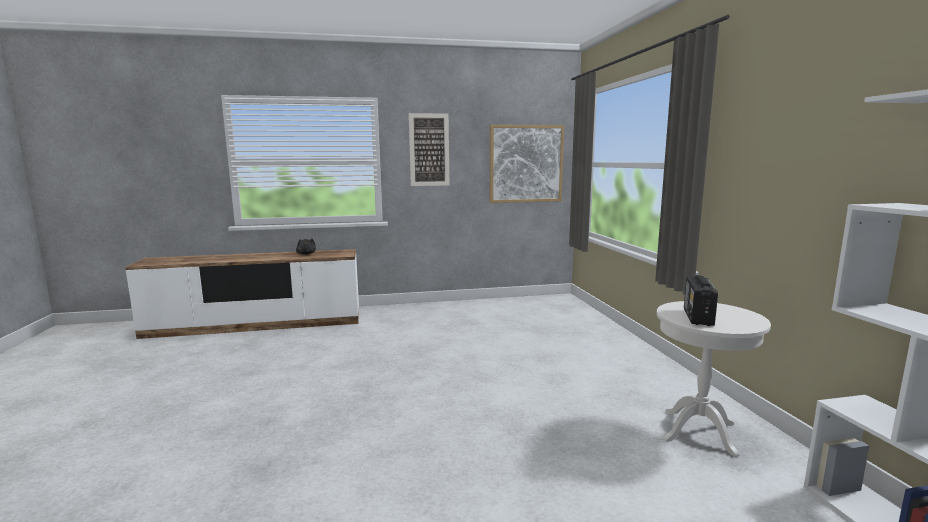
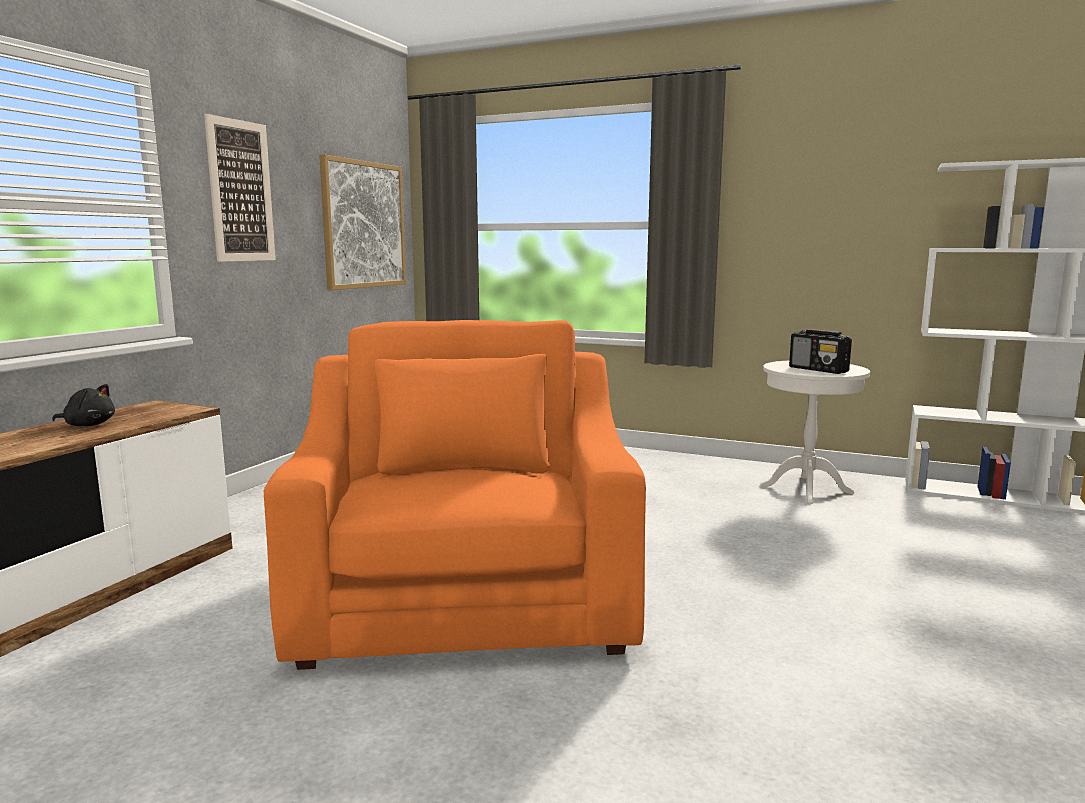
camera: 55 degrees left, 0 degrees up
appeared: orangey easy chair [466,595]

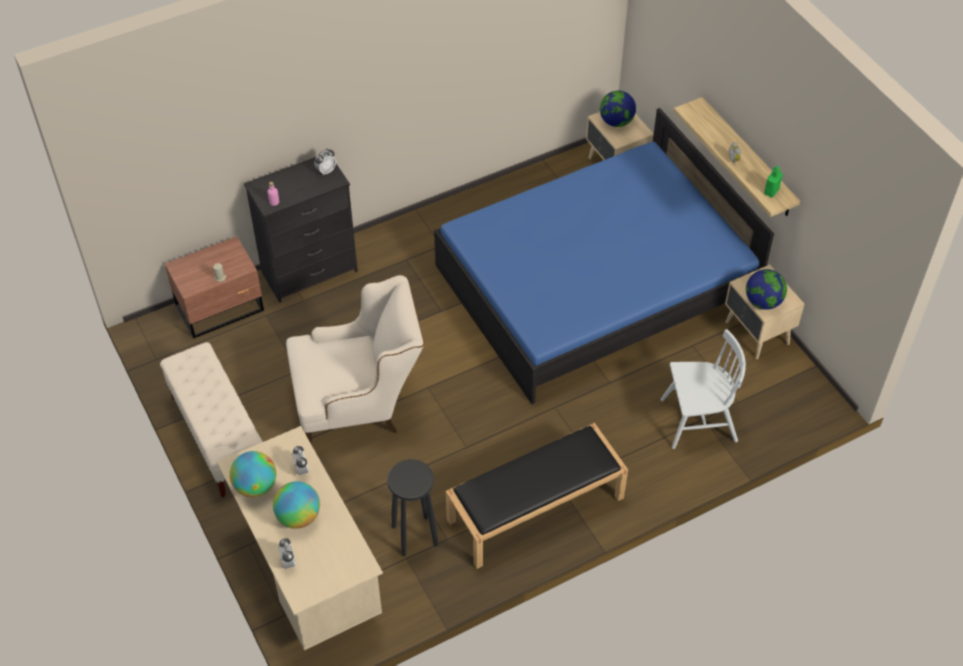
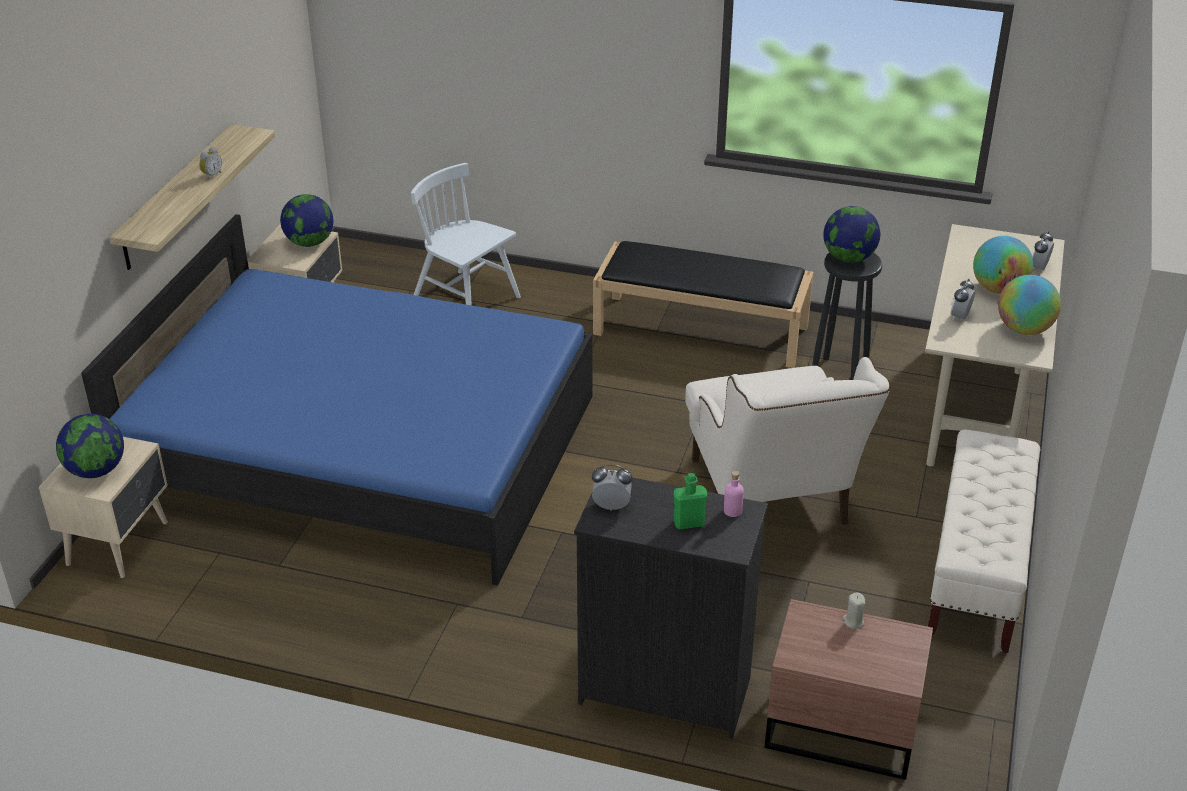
camera: 135 degrees left, 15 degrees down
appeared: globe [849,258]
relocated: greenish beverage bottle [771,191] to [689,523]
spun: beige easy chair [359,404] = [773,503] 135 degrees counterclockwise

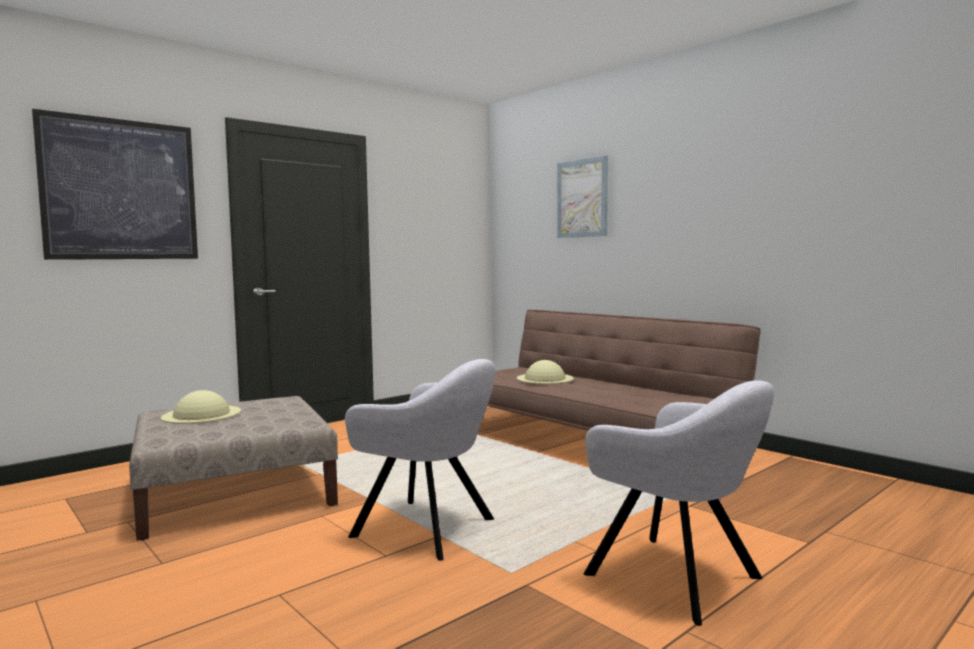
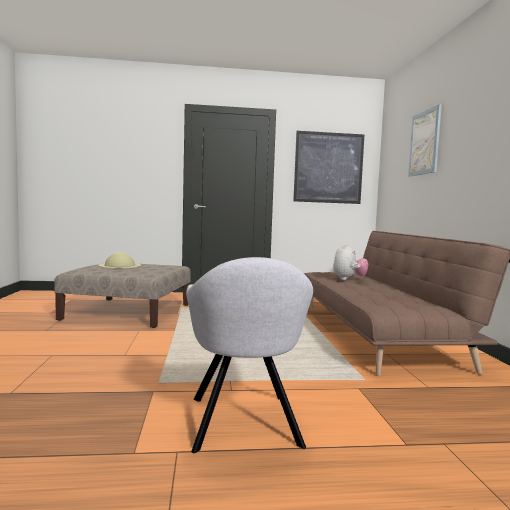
camera: 35 degrees right, 0 degrees up
missing: gray easy chair [429,529]
relocated: picture [121,190] to [328,168]
exchanged: beige clothing hat [545,378] to cuddly toy [348,279]

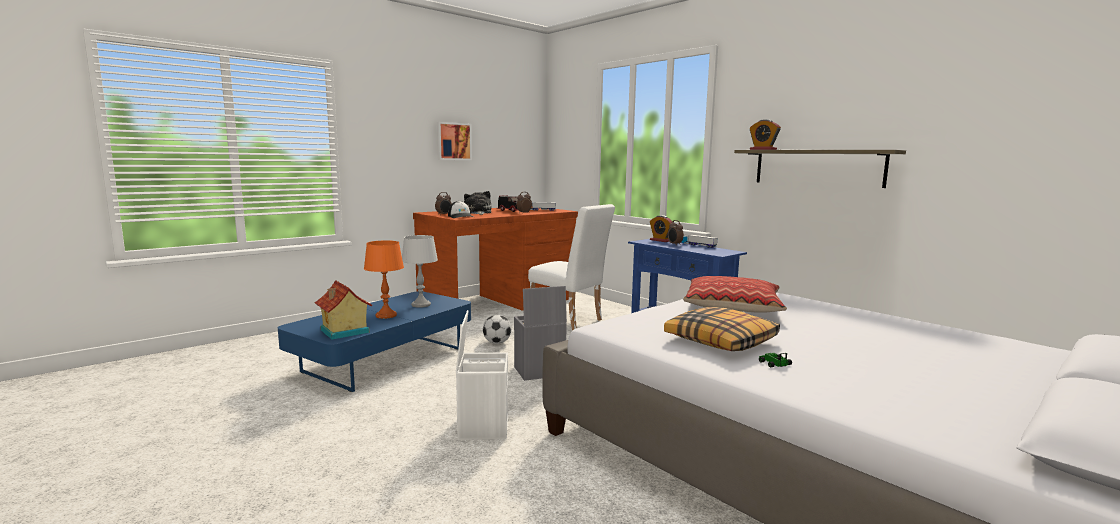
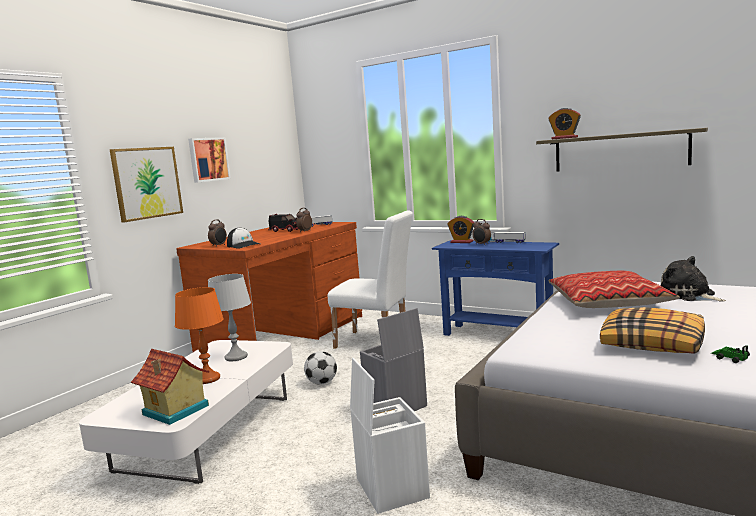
camera: 15 degrees left, 0 degrees up
appeared: picture [147,183]
relocated: cuddly toy [478,212] to [689,295]
colour: bluish low table [385,360] to white-coloured low table [208,432]

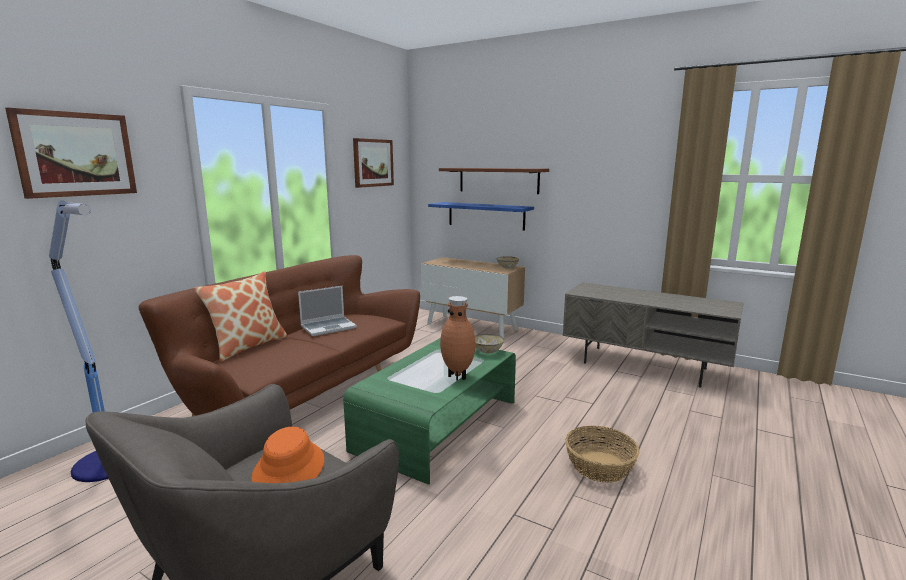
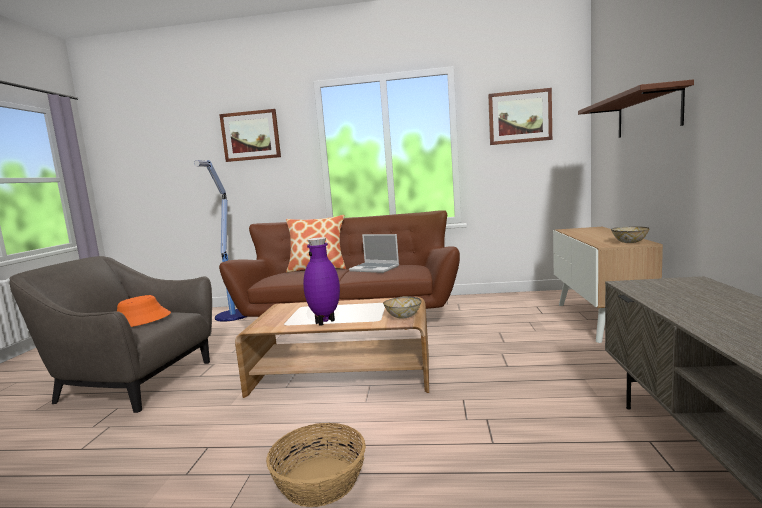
camera: 65 degrees right, 5 degrees down
missing: bluish wall shelf [486,215]
colour: greenish low table [438,425] to brown-coloured low table [343,373]; brown-coloured decorative vase [458,376] to purple decorative vase [326,322]

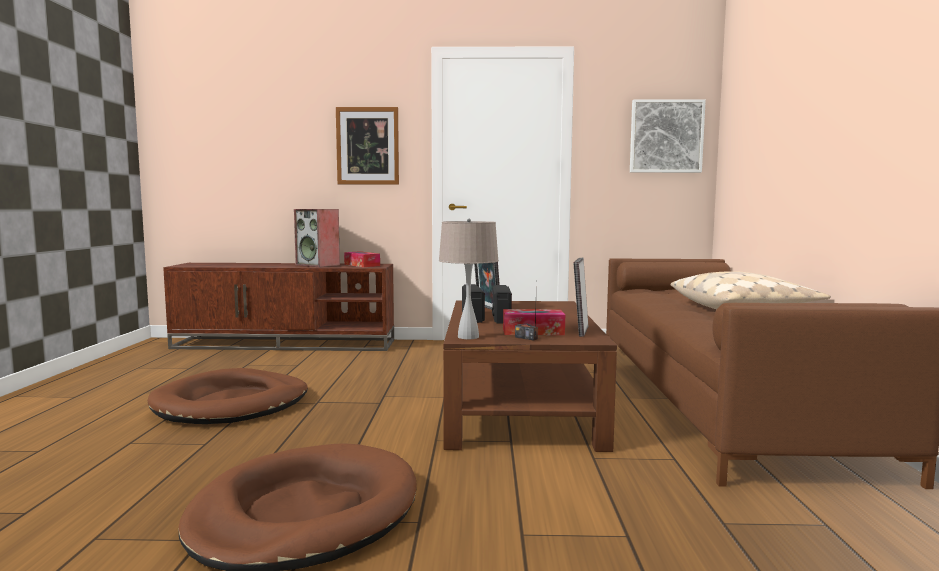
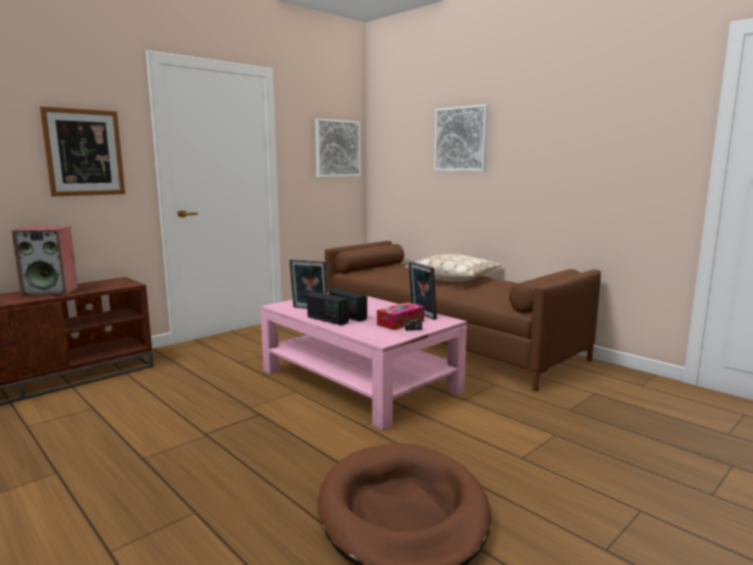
camera: 45 degrees left, 5 degrees up
missing: brown-coloured dog bed [232,403]; tissue box [362,265]; beige tabletop lamp [468,337]
appeared: picture [461,139]
colour: brown-coloured low table [520,406] to pink low table [359,380]

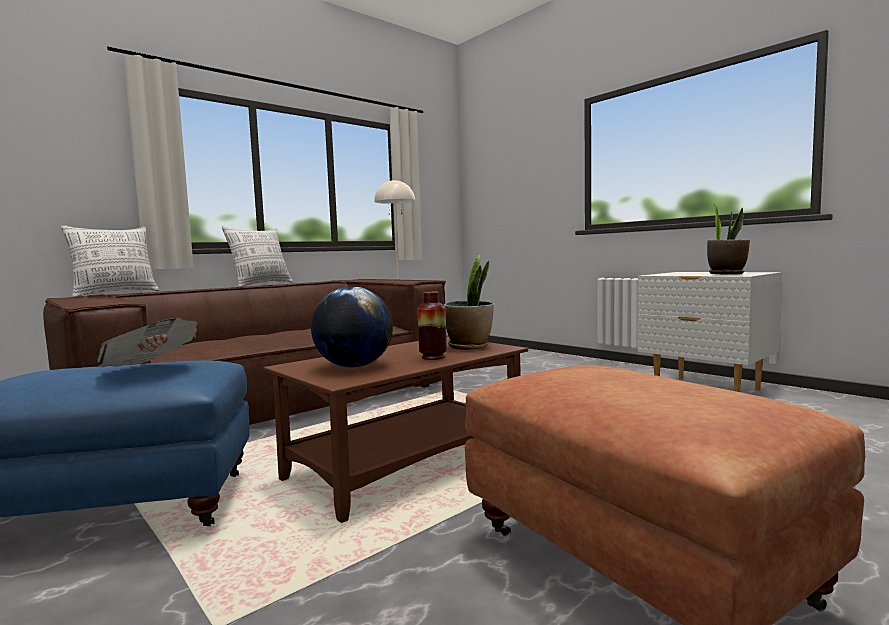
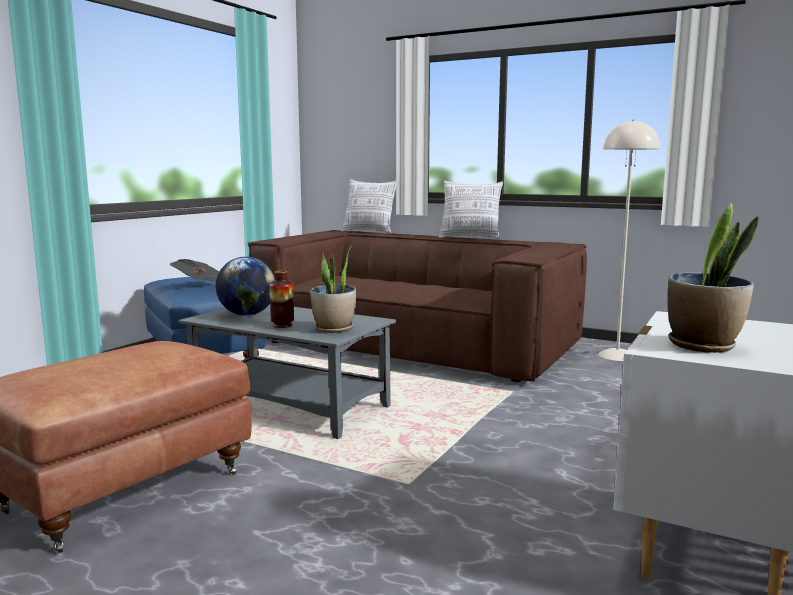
camera: 70 degrees right, 5 degrees up
colour: brown-coloured low table [408,463] to gray low table [292,406]

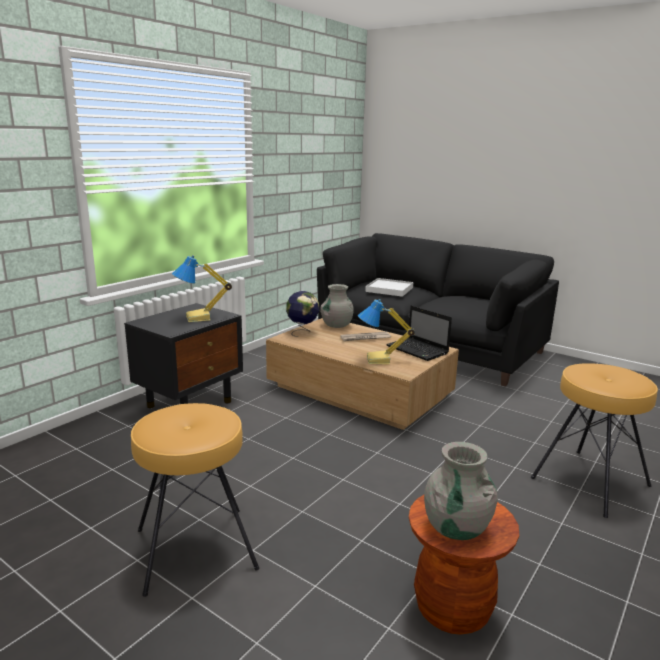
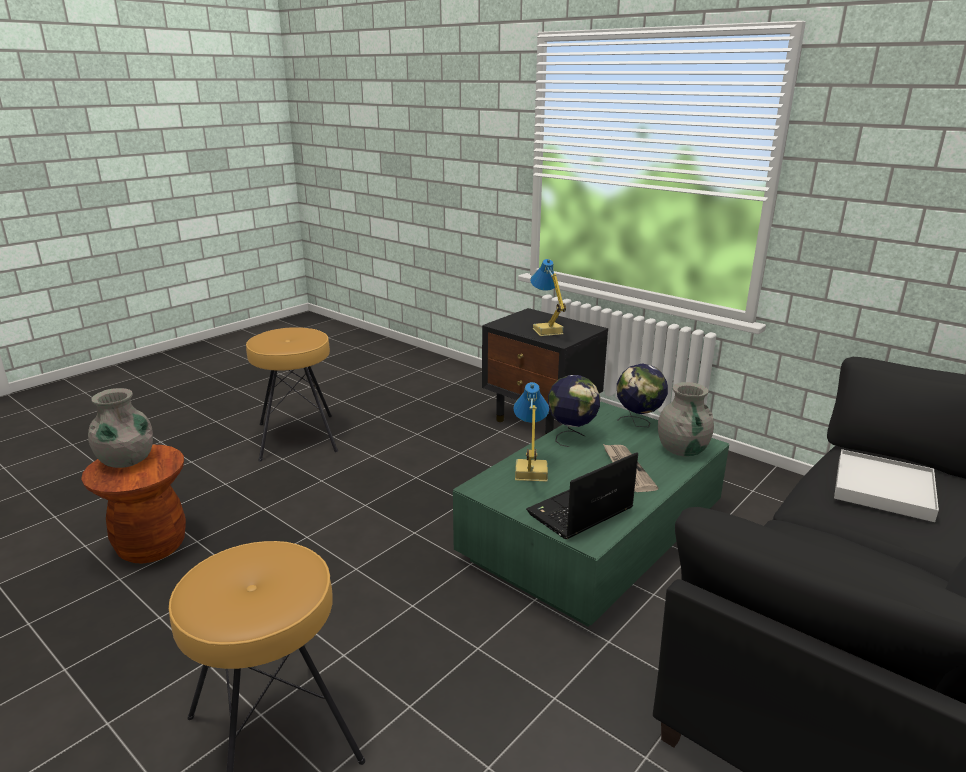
camera: 95 degrees right, 5 degrees up
appeared: globe [571,436]
colour: brown-coloured low table [359,391] to greenish low table [593,534]

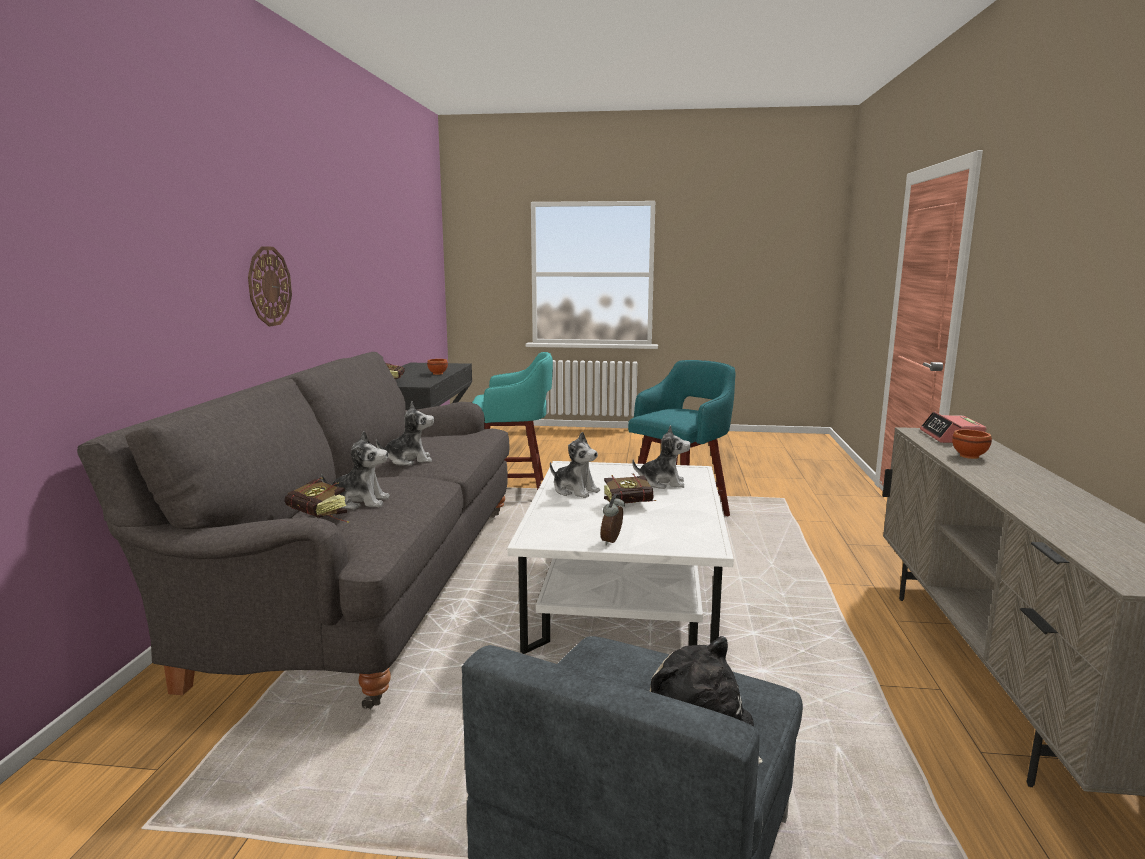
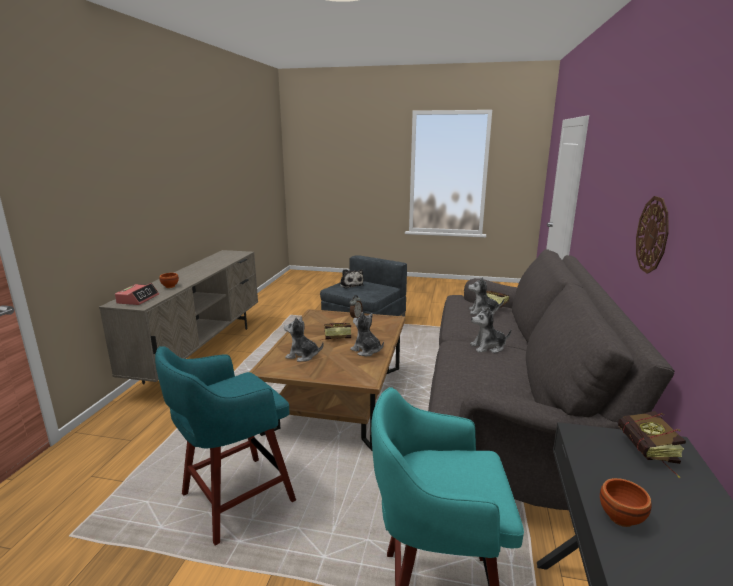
camera: 175 degrees left, 5 degrees up
colour: white-coloured low table [624,595] to brown-coloured low table [338,398]

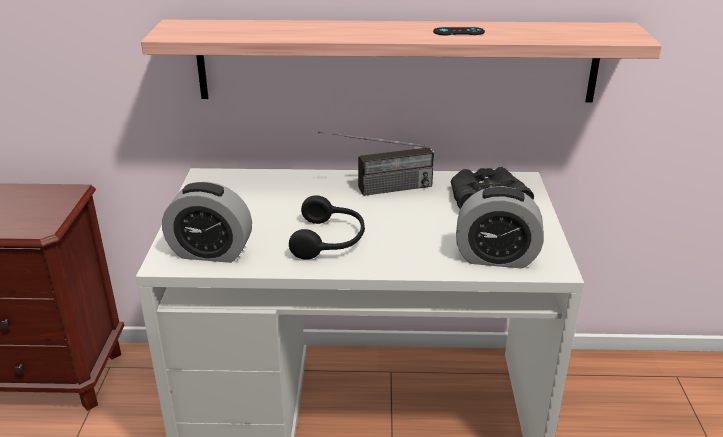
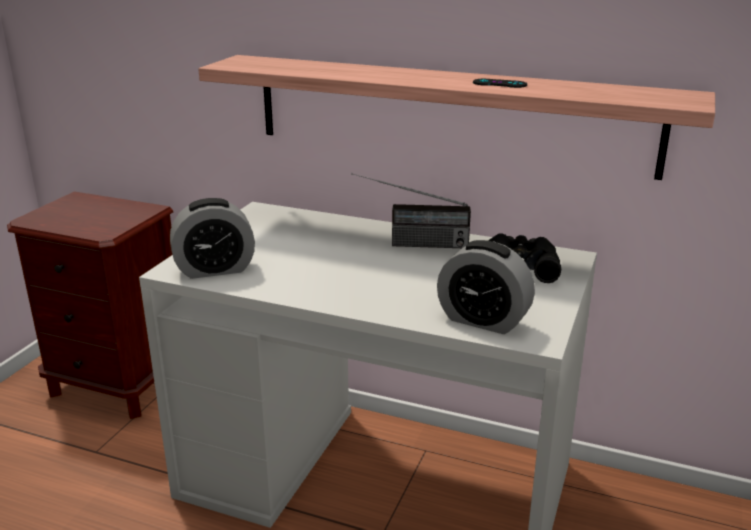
camera: 20 degrees right, 5 degrees down
missing: black pair of headphones [330,240]
spun: bedside clock [211,252] = [215,269] 45 degrees counterclockwise

